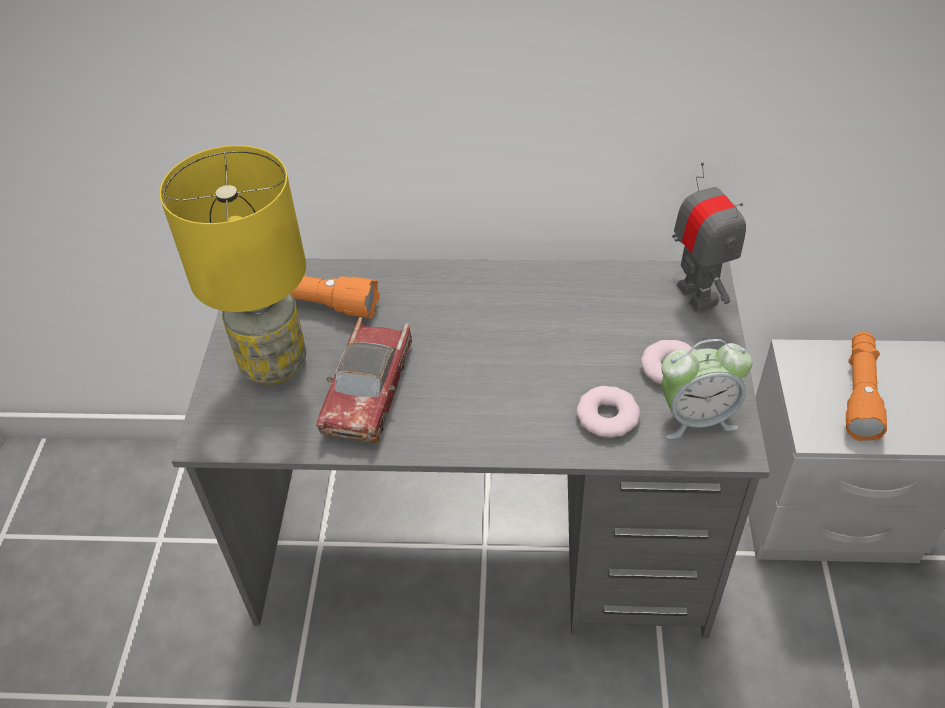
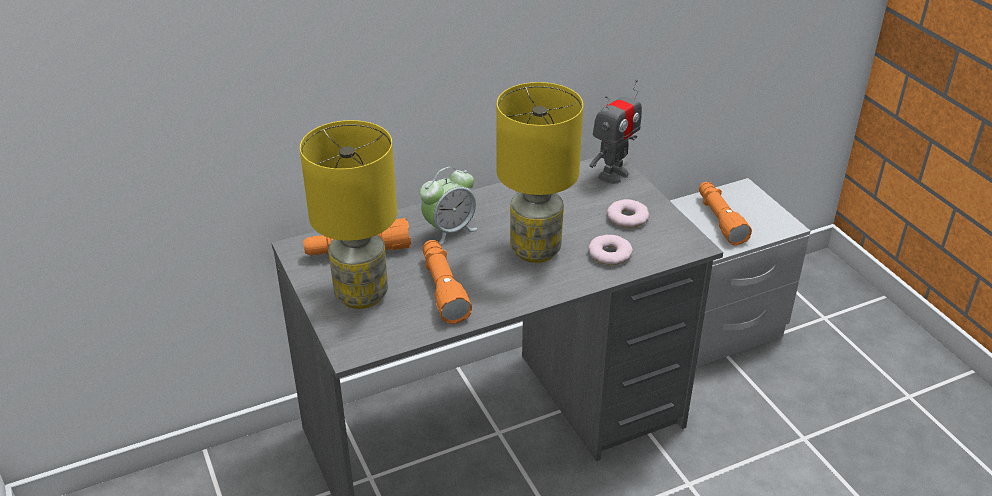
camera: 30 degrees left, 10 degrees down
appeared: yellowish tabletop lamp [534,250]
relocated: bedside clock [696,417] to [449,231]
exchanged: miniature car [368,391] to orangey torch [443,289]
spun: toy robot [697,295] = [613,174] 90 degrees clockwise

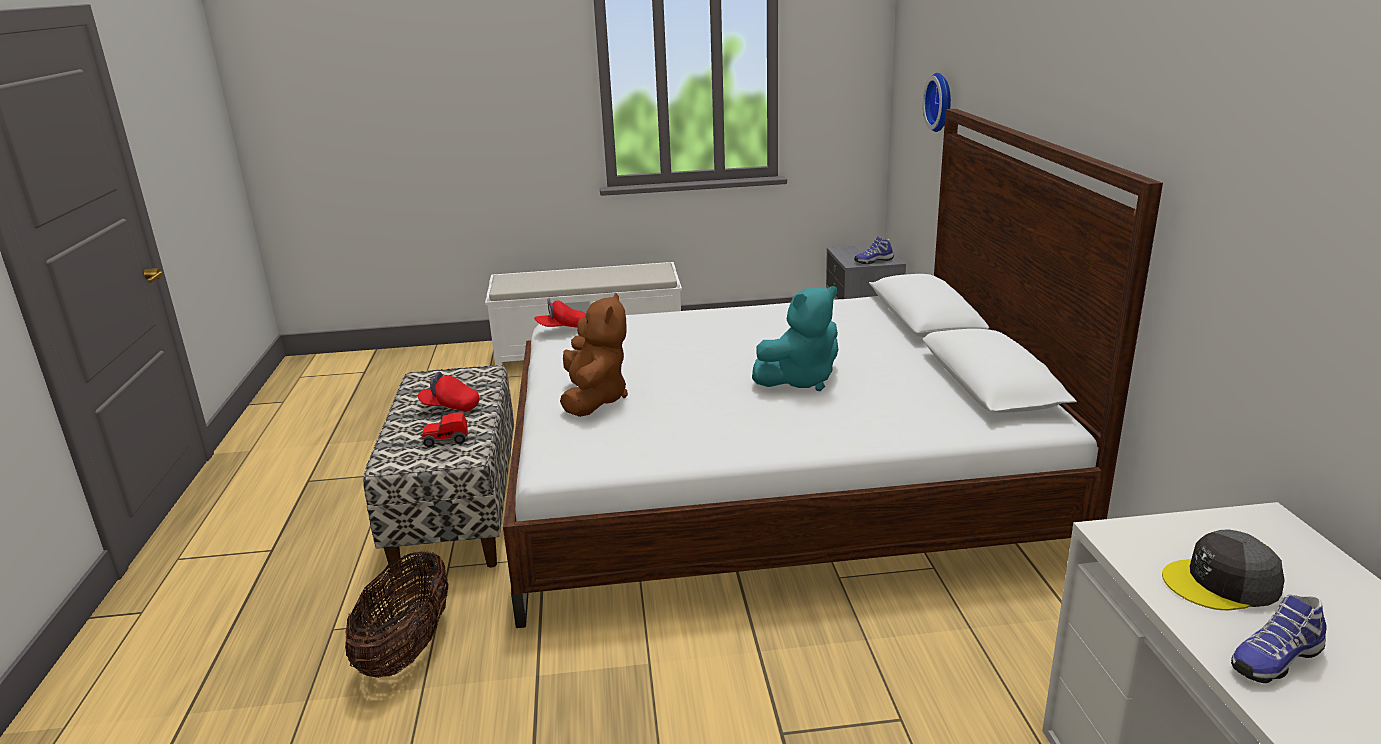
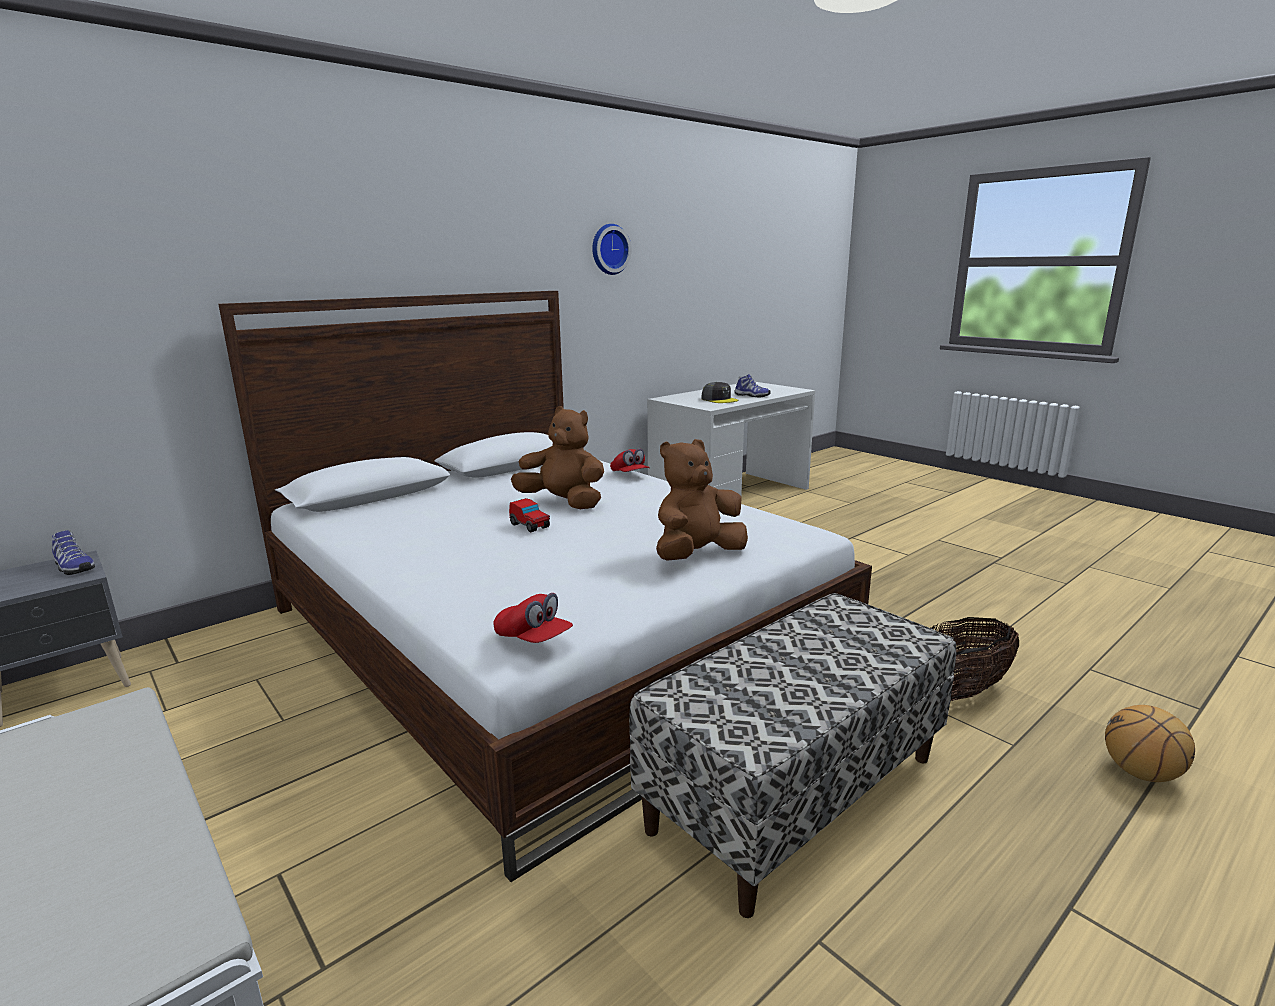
camera: 125 degrees left, 5 degrees down
appeared: basketball ball [1140,773]
relocated: red-coloured peaked cap [450,407] to [630,474]; miniature car [445,440] to [530,526]; clock on the wall [941,102] to [609,249]
colour: blue-green cuddly toy [800,380] to brown-coloured cuddly toy [563,503]

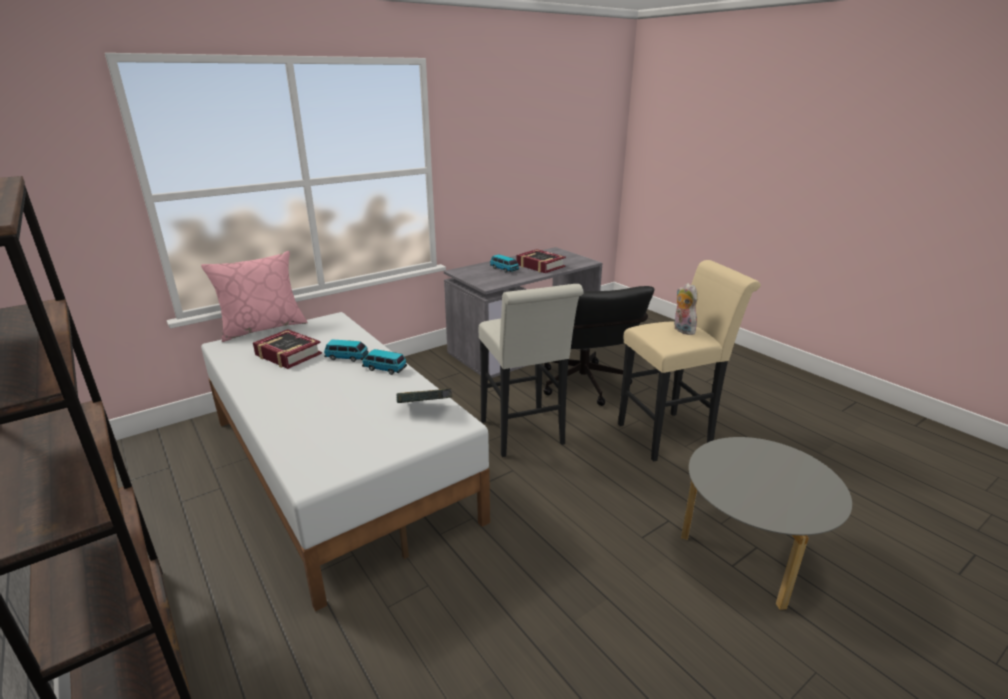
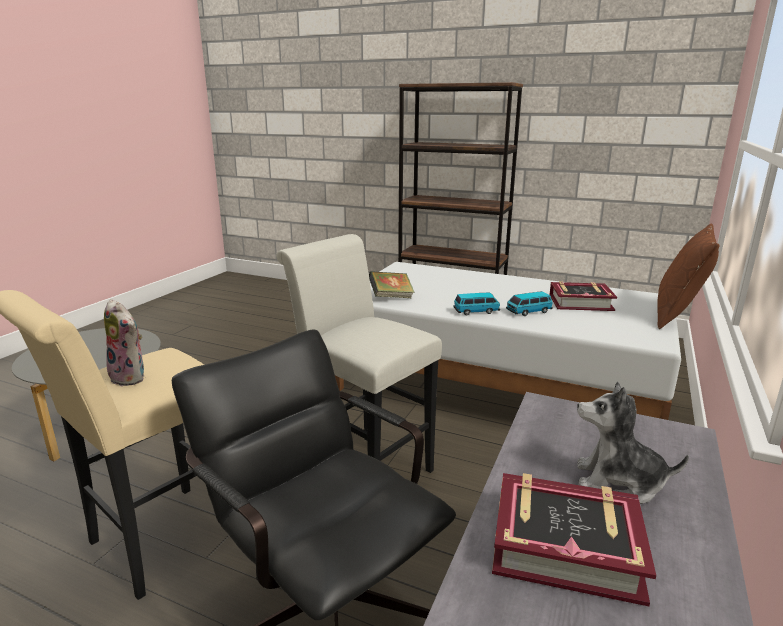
camera: 150 degrees right, 5 degrees down
exchanged: miniature car [504,269] to cuddly toy [618,483]
colour: pink throw pillow [263,328] to brown-coloured throw pillow [677,315]

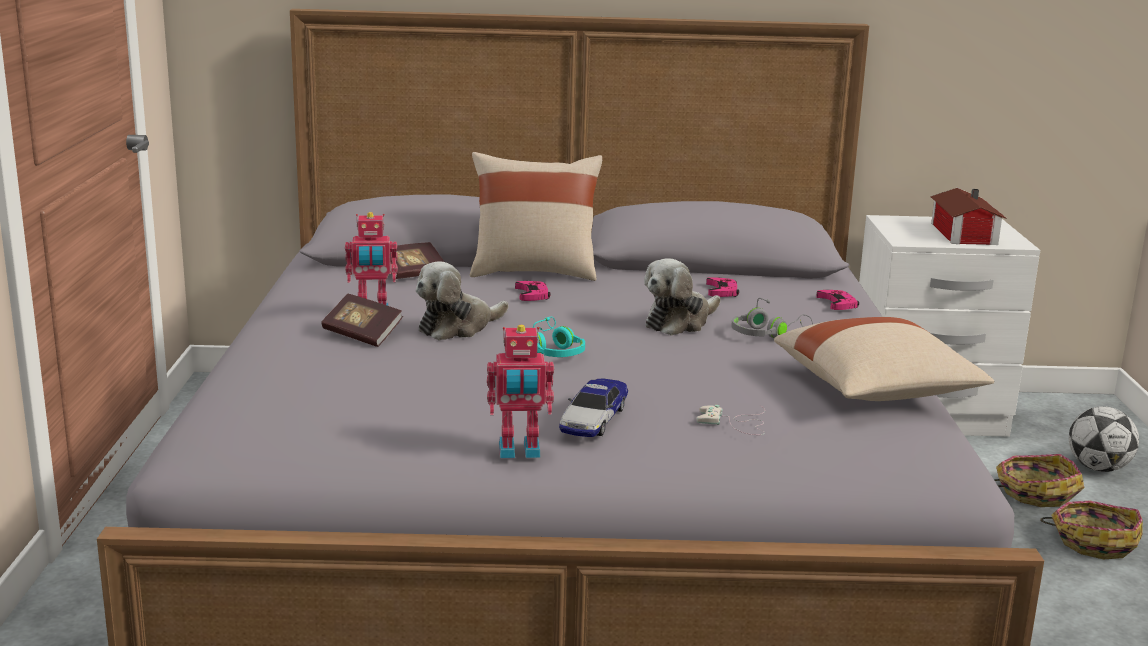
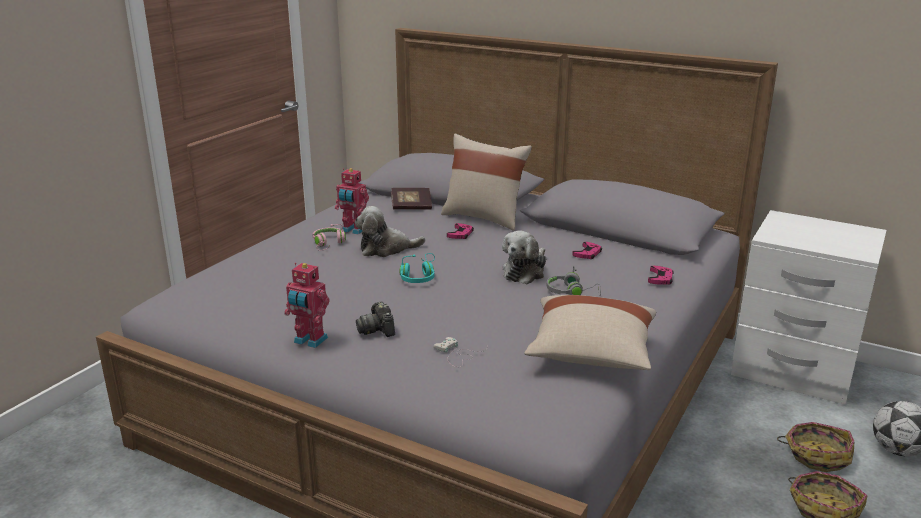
camera: 30 degrees right, 5 degrees up
missing: miniature house [962,234]
exchanged: volume [362,335] to pink pair of headphones [328,244]; miniature car [594,419] to photo camera [377,329]
spun: cuddly toy [679,322] = [525,272] 45 degrees counterclockwise

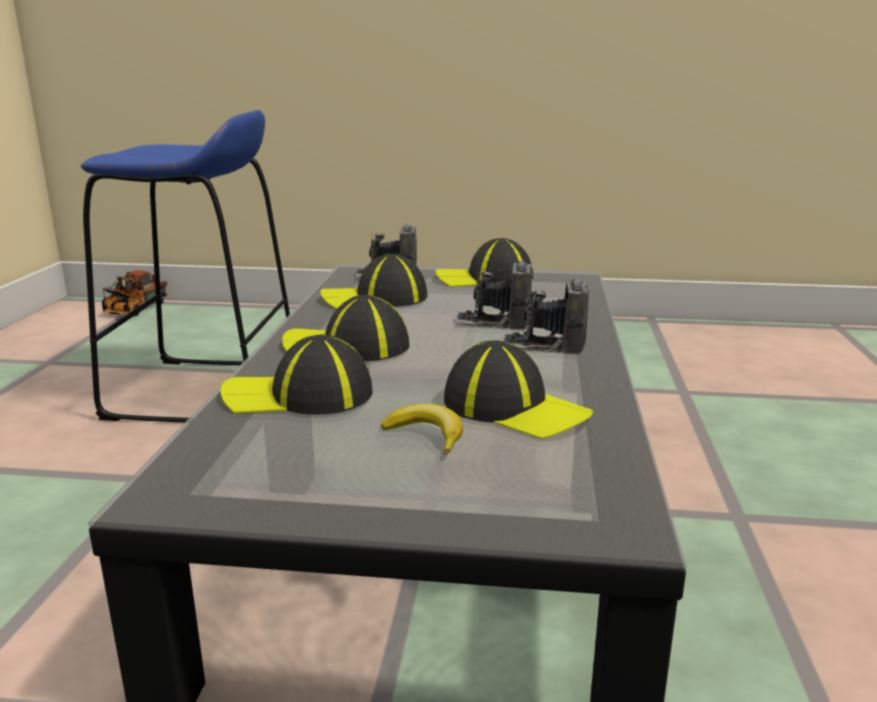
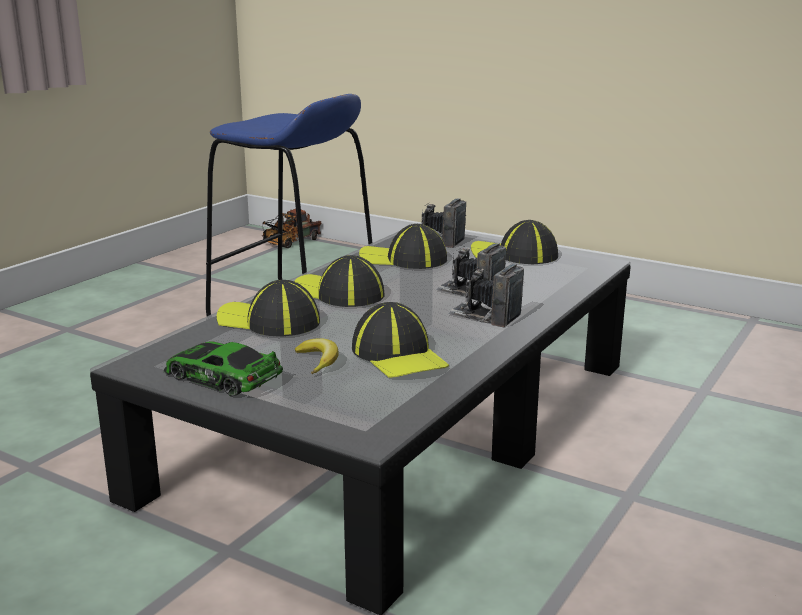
camera: 25 degrees right, 0 degrees up
appeared: miniature car [222,377]

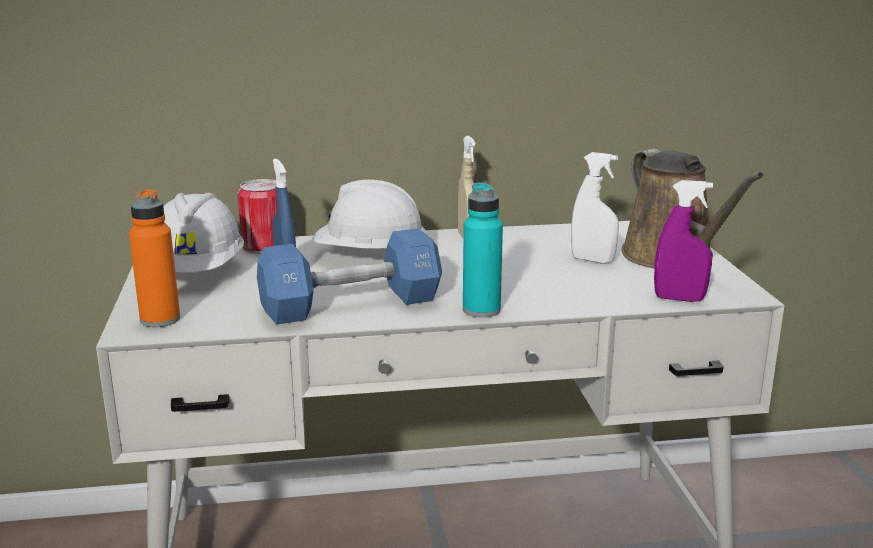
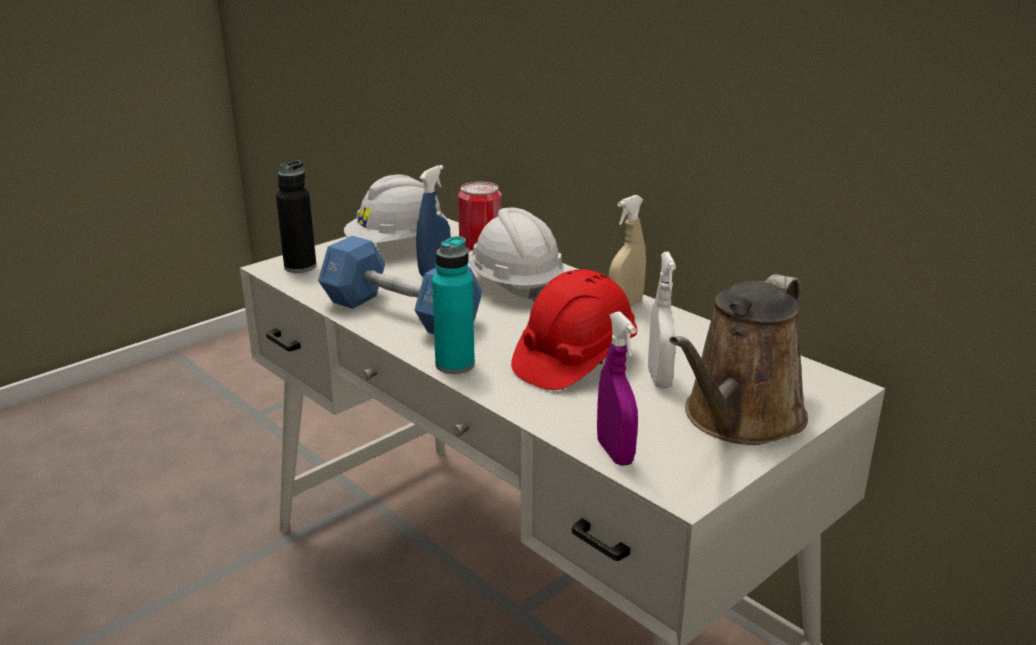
camera: 55 degrees right, 5 degrees up
appeared: red-coloured safety helmet [574,360]
colour: orangey beverage bottle [160,319] to black beverage bottle [300,267]

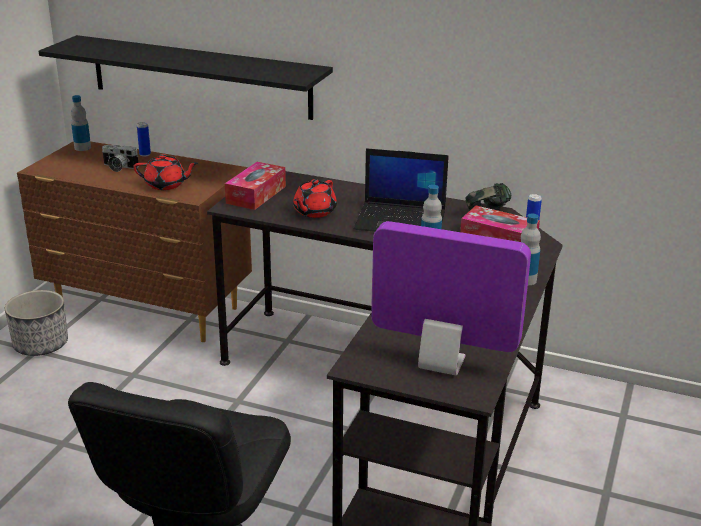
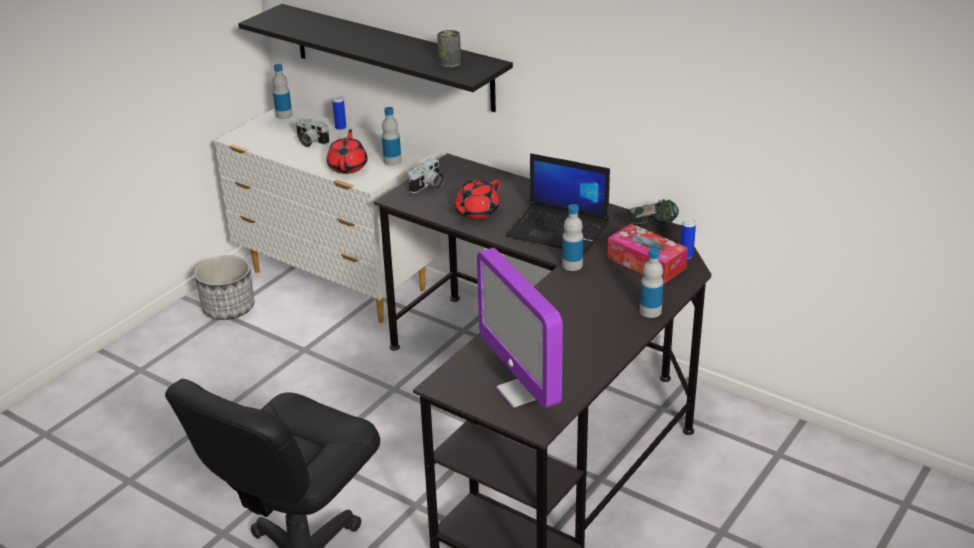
camera: 15 degrees right, 5 degrees up
appeared: beverage bottle [392,161]; can [449,62]
exchanged: tissue box [256,195] to photo camera [428,186]
colour: brown-coloured dresser [148,310] to white-coloured dresser [338,282]
spun: red-coloured teapot [166,185] = [348,166] 105 degrees counterclockwise; computer display [441,364] = [522,391] 150 degrees counterclockwise

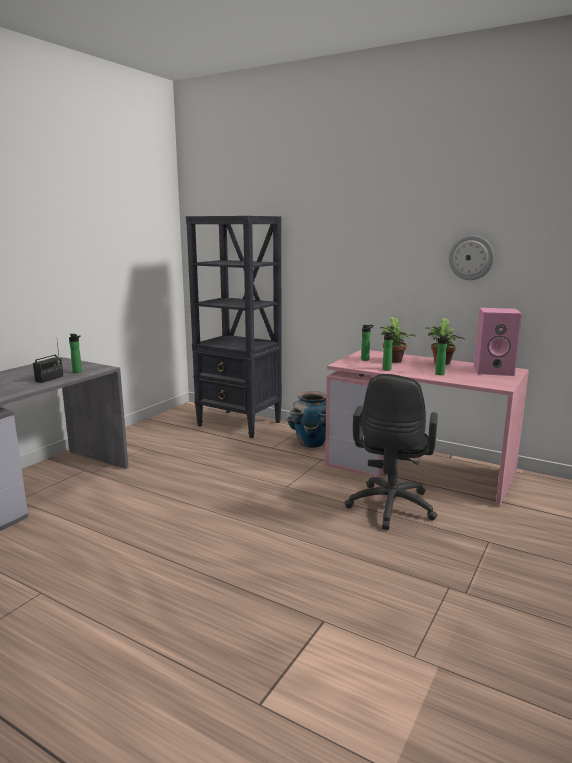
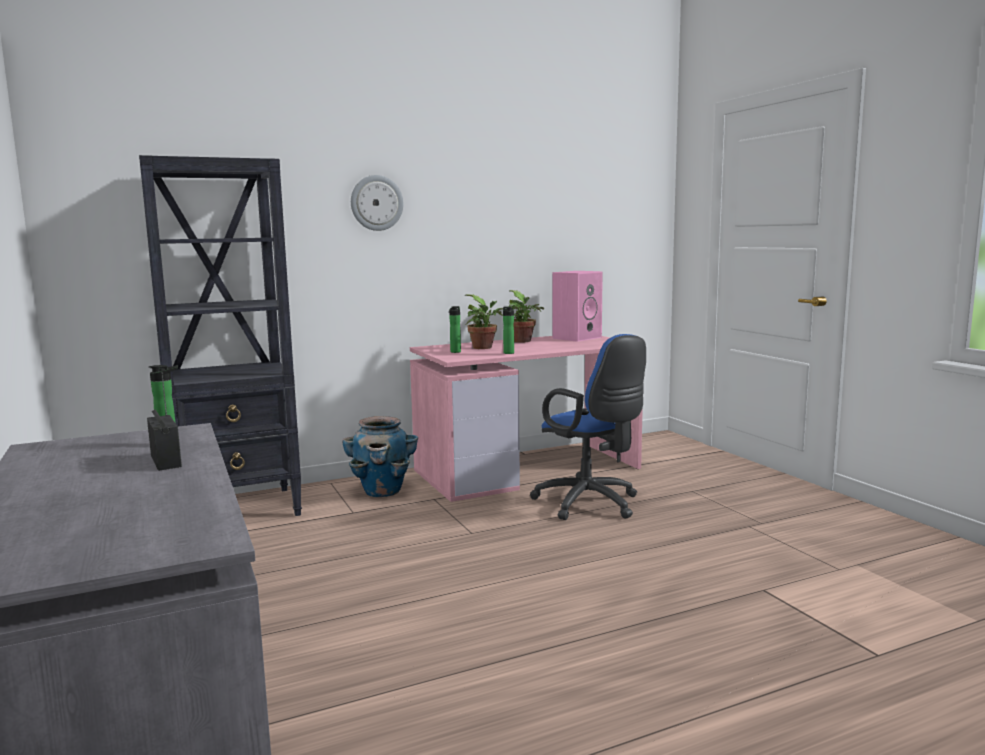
camera: 55 degrees left, 5 degrees down
missing: beverage bottle [440,374]
relocated: clock on the wall [471,257] to [376,203]
colour: black office chair [390,509] to bluish office chair [591,504]

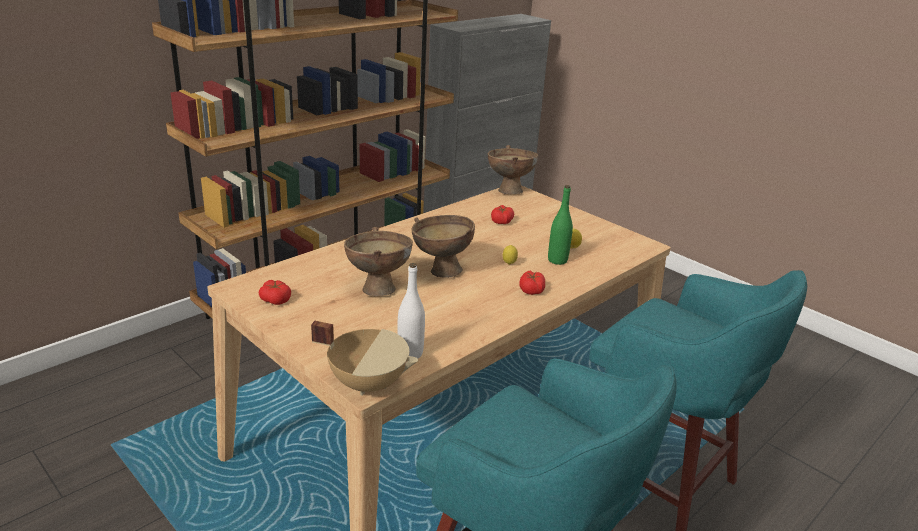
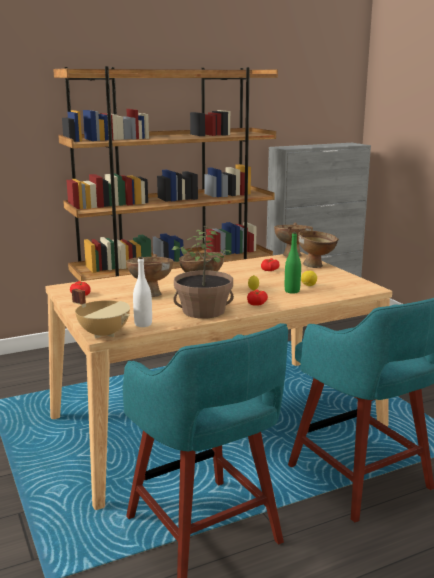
camera: 20 degrees right, 10 degrees down
appeared: potted plant [203,311]; brown-coloured deep dish [317,266]

